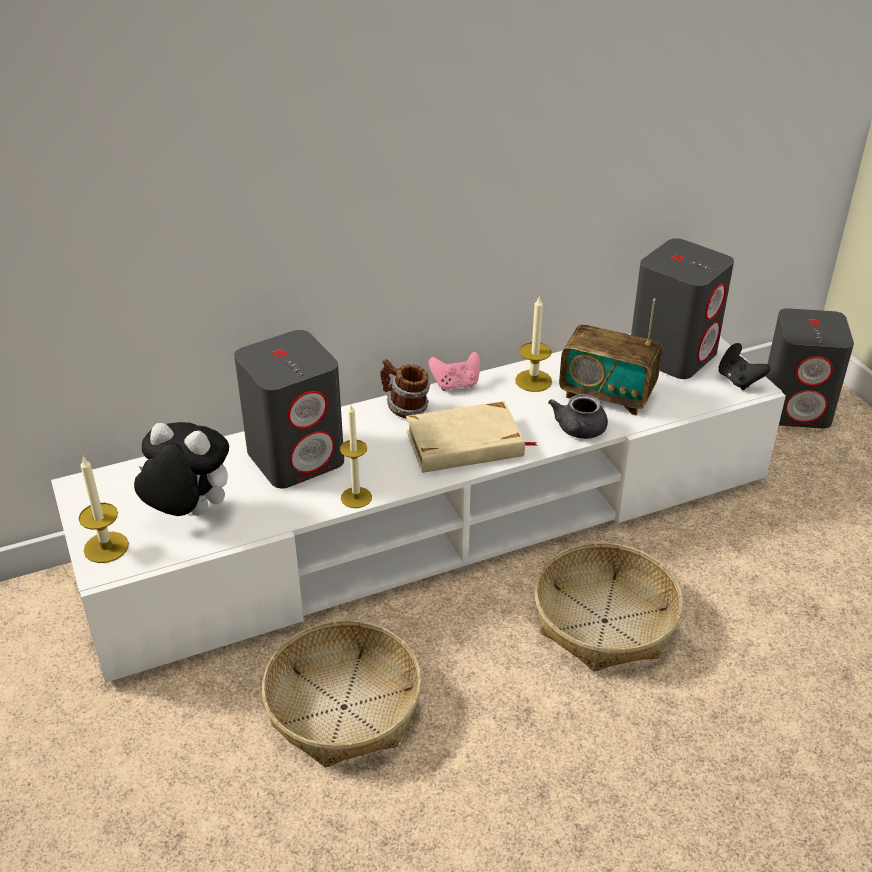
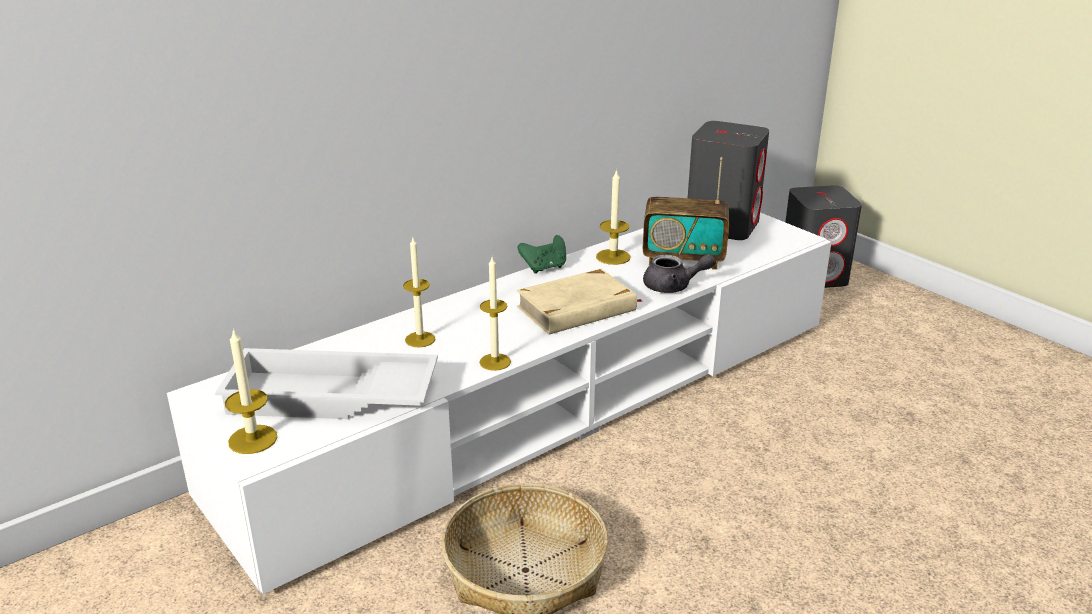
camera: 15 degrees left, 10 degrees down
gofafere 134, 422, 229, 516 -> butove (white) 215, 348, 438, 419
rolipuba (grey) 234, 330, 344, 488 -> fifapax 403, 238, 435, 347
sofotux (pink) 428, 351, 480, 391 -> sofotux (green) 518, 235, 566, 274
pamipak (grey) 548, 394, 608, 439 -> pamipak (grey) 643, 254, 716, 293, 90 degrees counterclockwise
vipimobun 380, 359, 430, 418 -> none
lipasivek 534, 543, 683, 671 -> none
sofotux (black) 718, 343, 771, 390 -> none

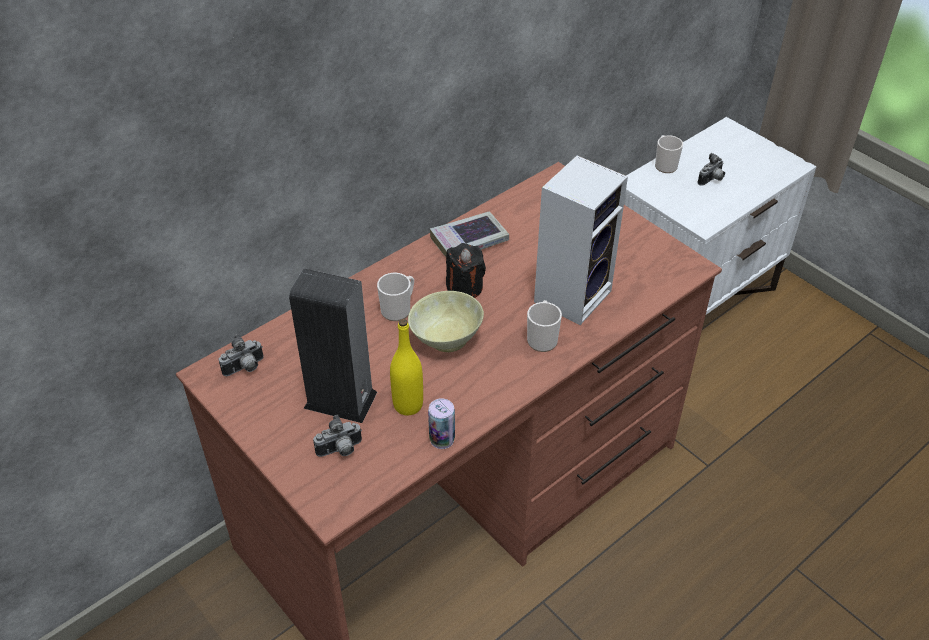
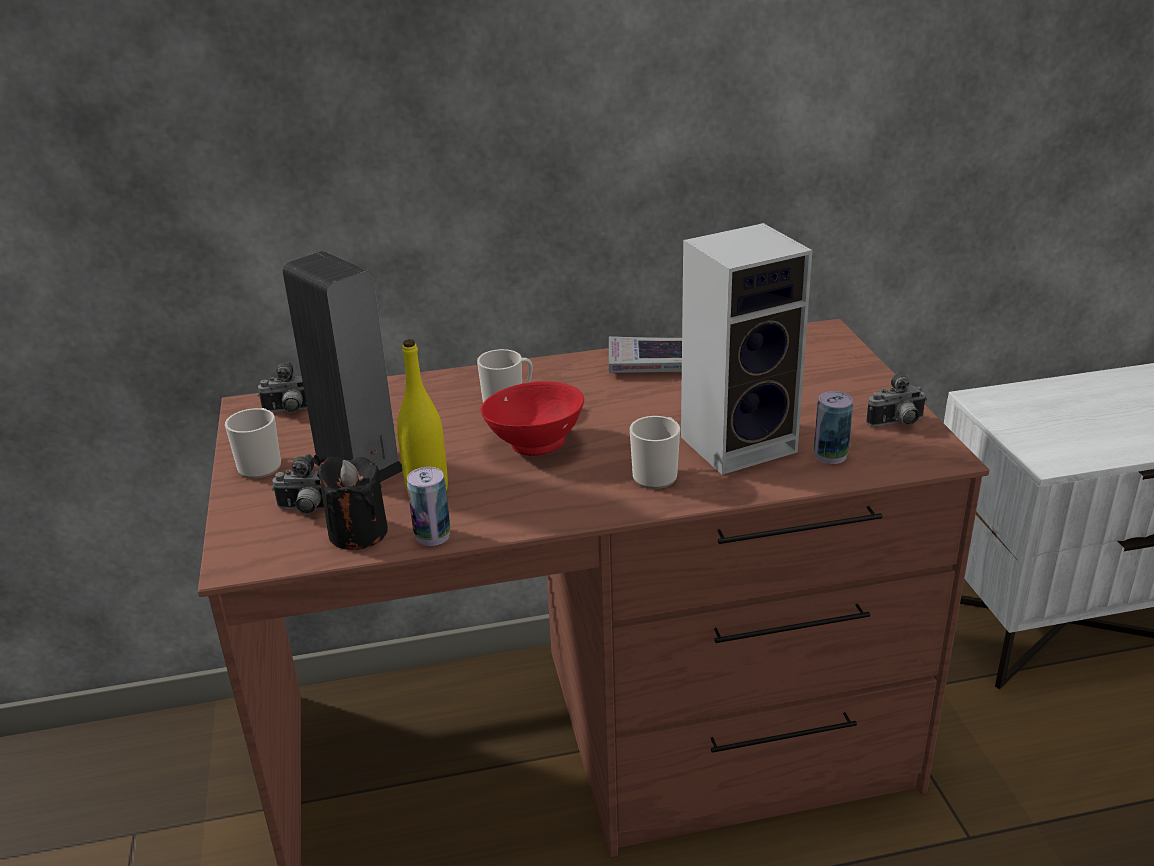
camera: 30 degrees right, 15 degrees down
vipimobun 655, 135, 683, 173 -> vipimobun 225, 408, 281, 479, shifted
fifapax (black) 446, 243, 486, 298 -> fifapax (black) 317, 457, 388, 550, shifted
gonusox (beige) 408, 291, 484, 352 -> gonusox (red) 481, 381, 584, 456
none -> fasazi 814, 391, 853, 464
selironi 698, 153, 725, 186 -> selironi 866, 371, 927, 427, shifted

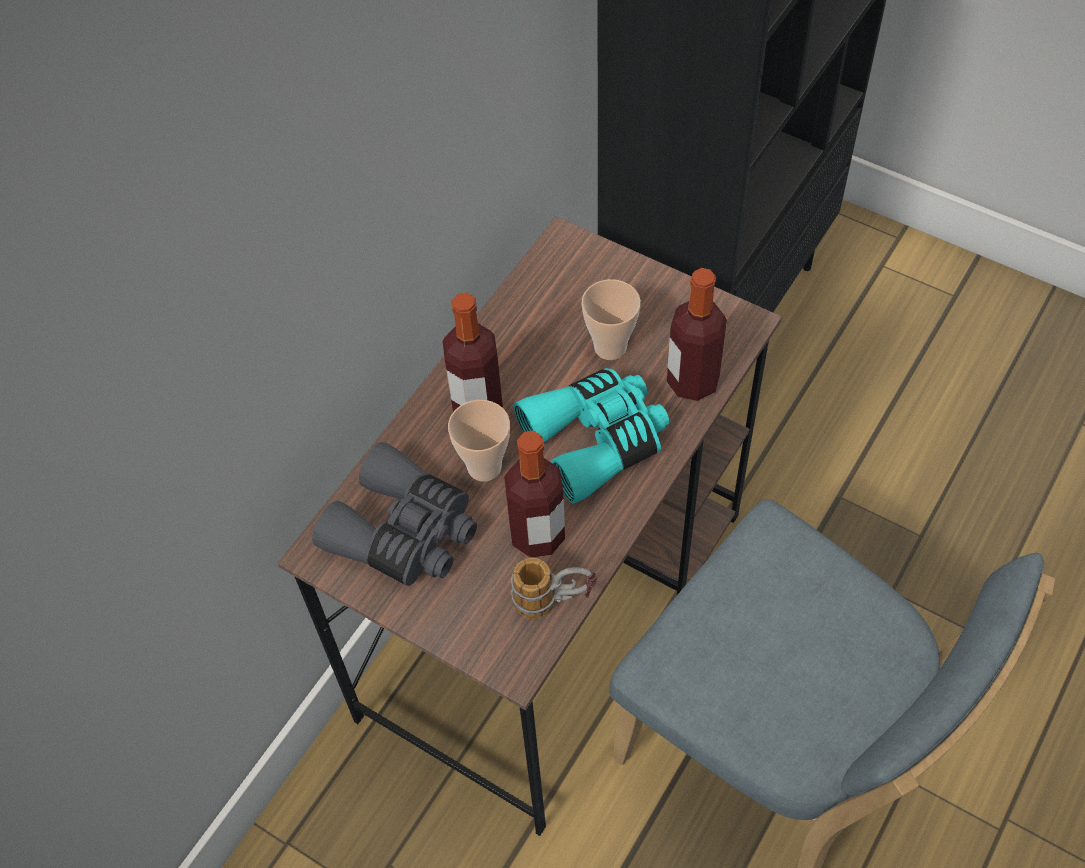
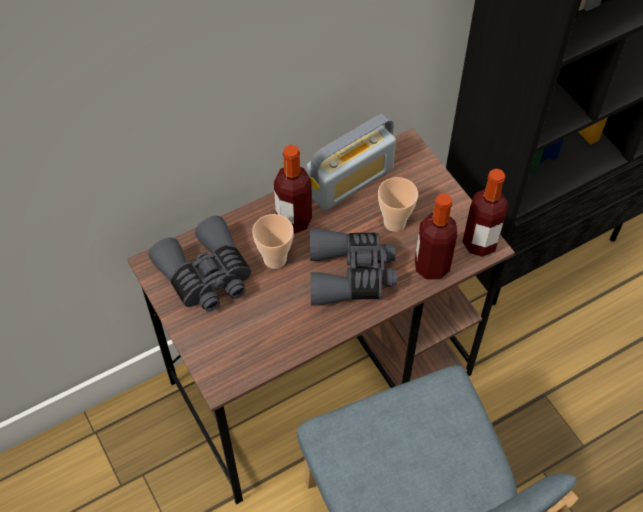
camera: 25 degrees right, 0 degrees up
none -> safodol 307, 114, 396, 211
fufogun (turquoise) 514, 368, 669, 504 -> fufogun (grey) 310, 228, 397, 306
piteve 504, 431, 565, 557 -> piteve 463, 169, 509, 257, shifted
vipimobun 511, 557, 597, 619 -> none

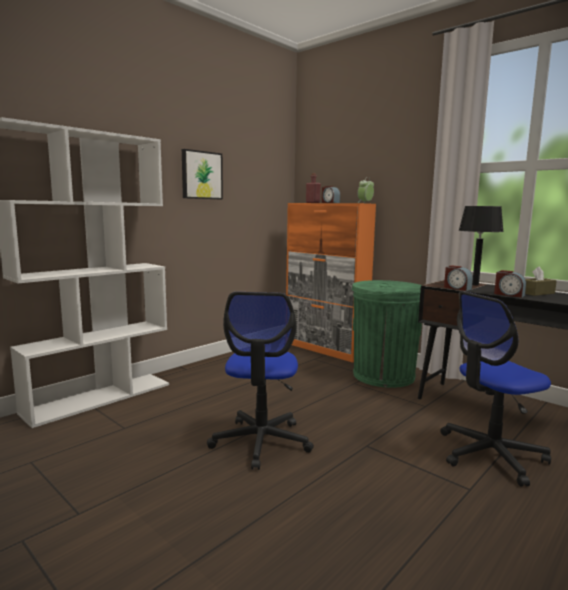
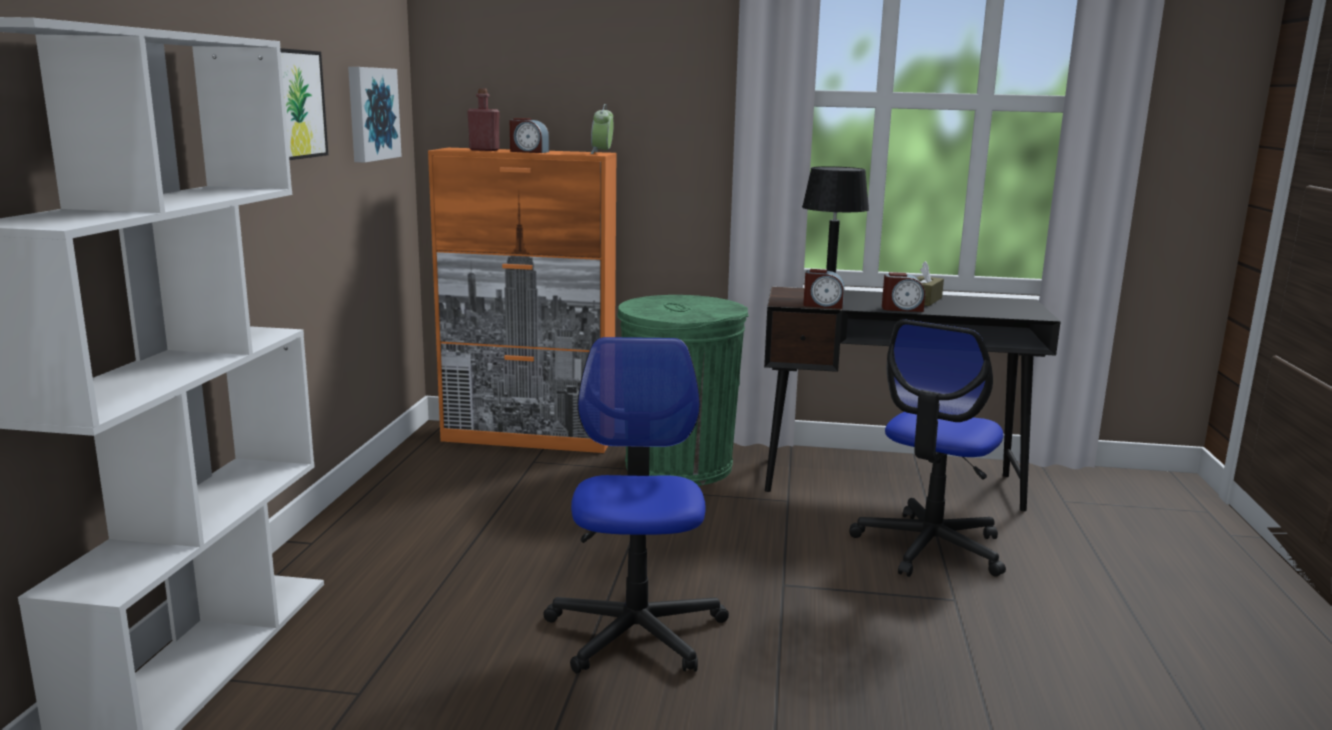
camera: 35 degrees left, 5 degrees up
none -> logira 348, 67, 402, 163
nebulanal 207, 292, 314, 470 -> nebulanal 543, 337, 729, 674, 150 degrees counterclockwise

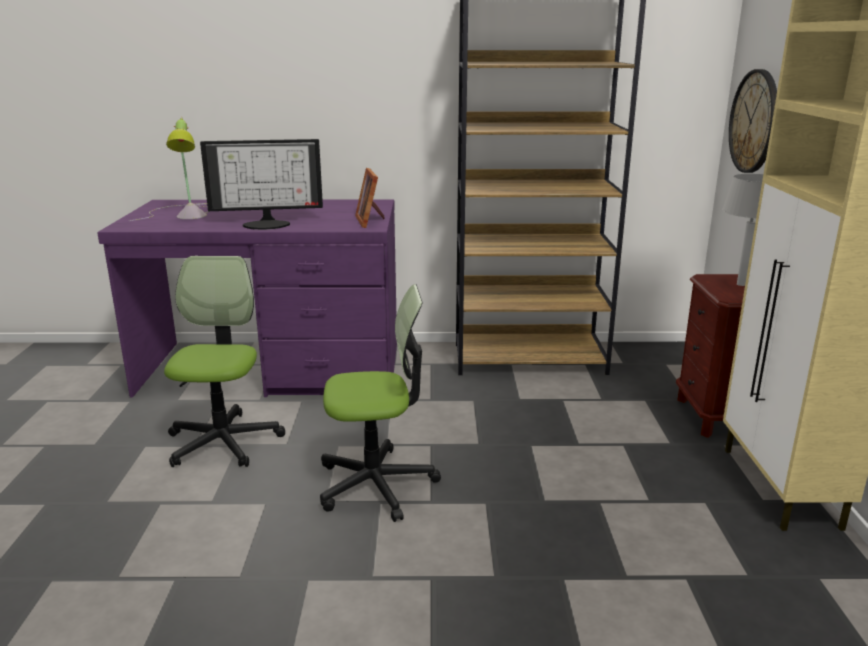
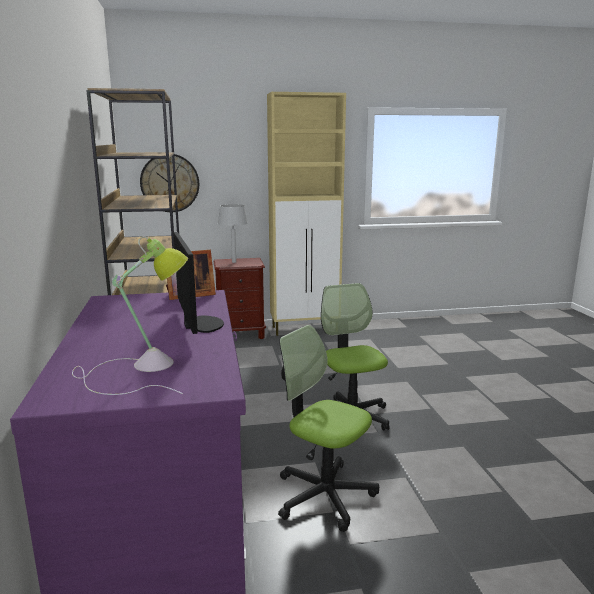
camera: 100 degrees left, 5 degrees down
nebulanal 164, 256, 285, 467 -> nebulanal 278, 325, 379, 532, 45 degrees clockwise

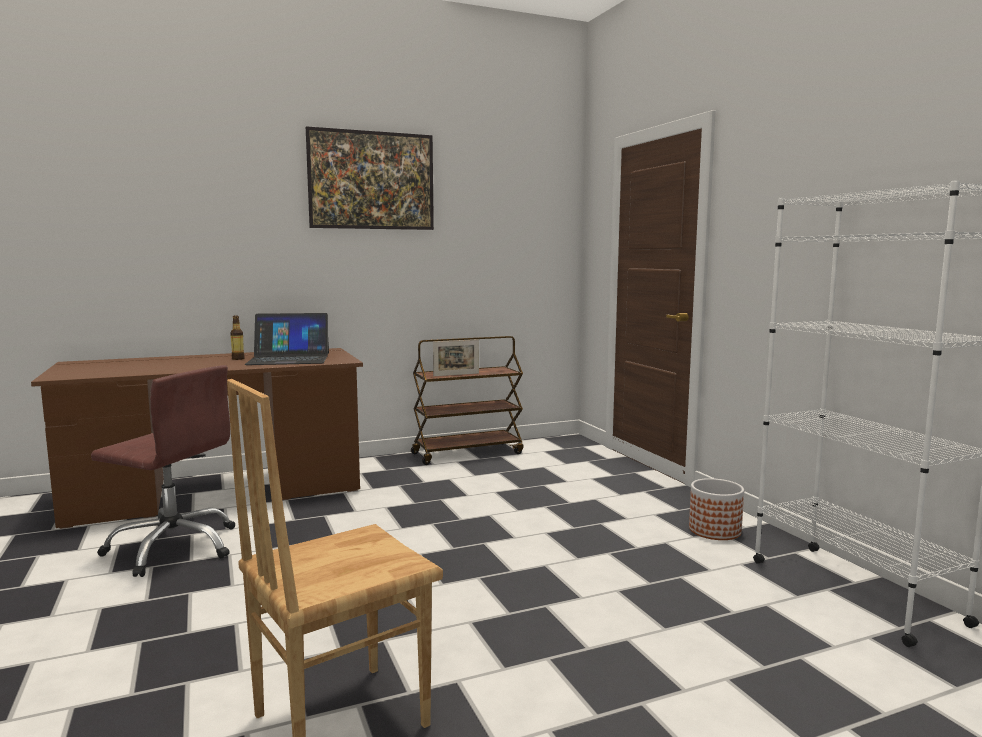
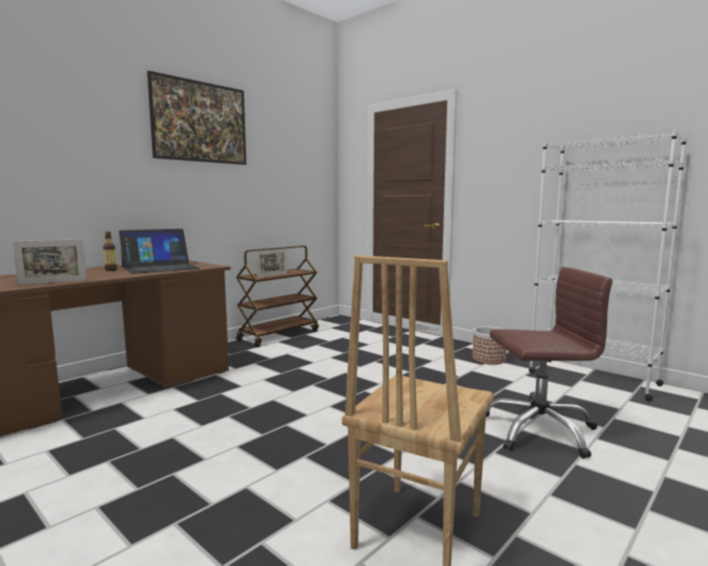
camera: 25 degrees left, 0 degrees up
none -> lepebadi 13, 239, 87, 285
nebulanal (brown) 91, 365, 235, 577 -> nebulanal (brown) 486, 267, 613, 459, shifted

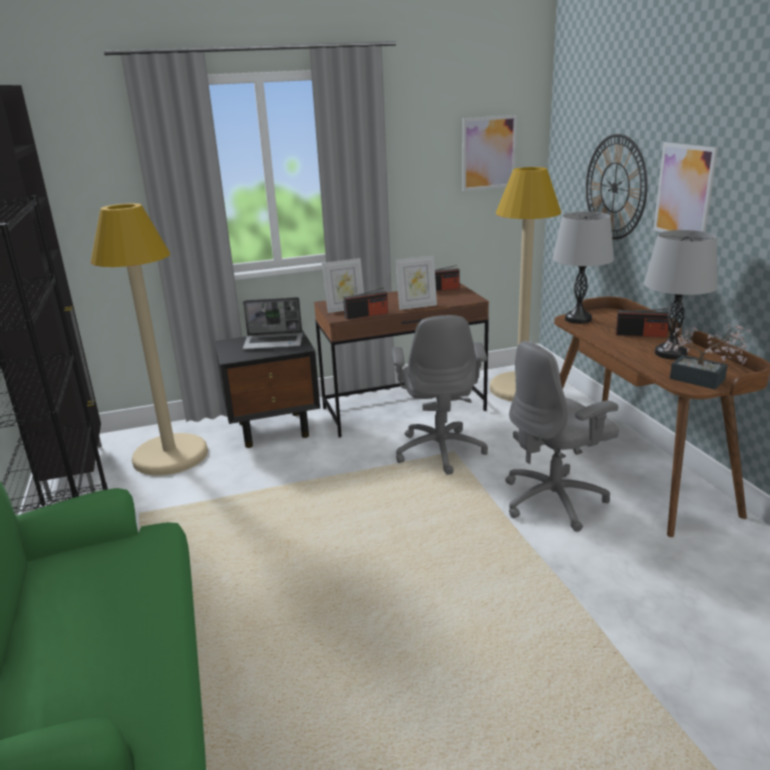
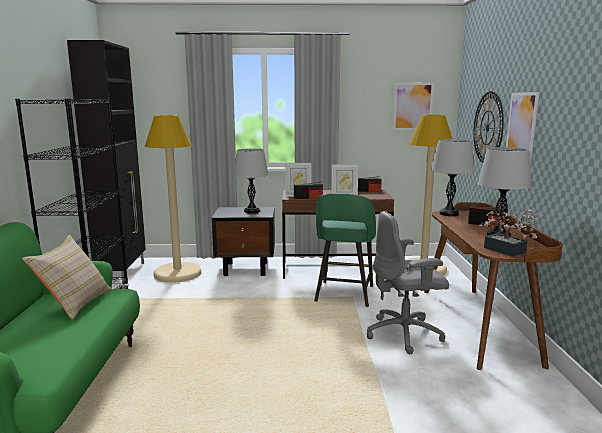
camera: 15 degrees right, 10 degrees down
none -> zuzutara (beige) 22, 235, 112, 320
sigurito 243, 297, 303, 350 -> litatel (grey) 234, 148, 269, 213
nebulanal (grey) 392, 315, 488, 474 -> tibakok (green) 314, 193, 376, 307

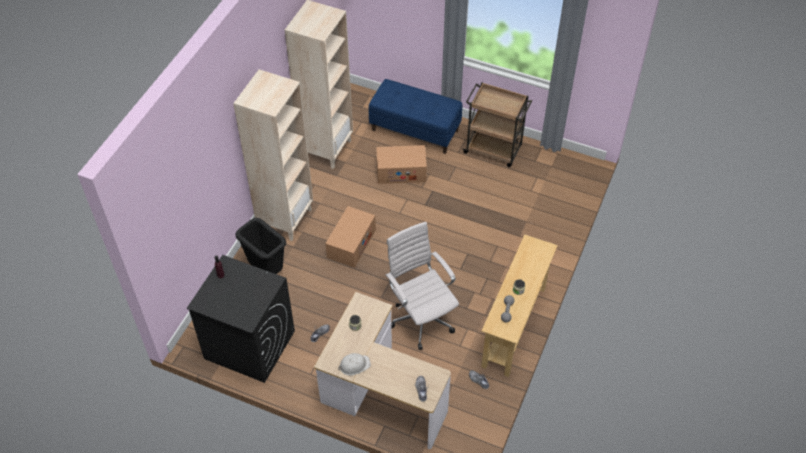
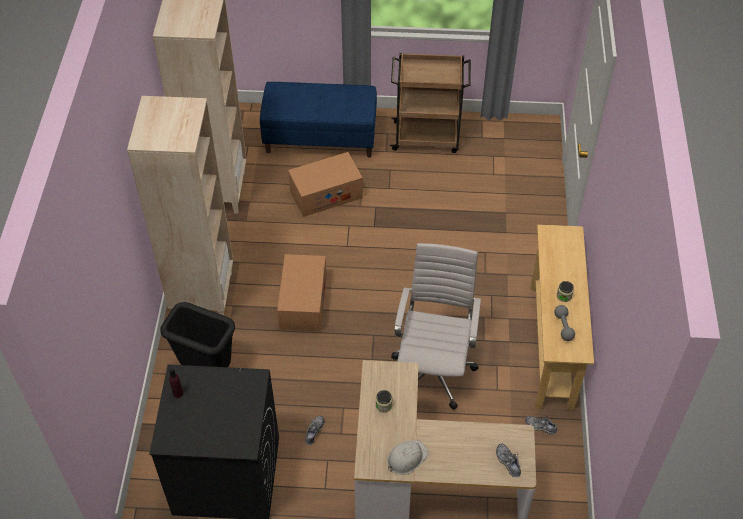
camera: 20 degrees left, 0 degrees up
nebulanal (white) 385, 222, 459, 350 -> nebulanal (white) 391, 243, 481, 410, 60 degrees clockwise

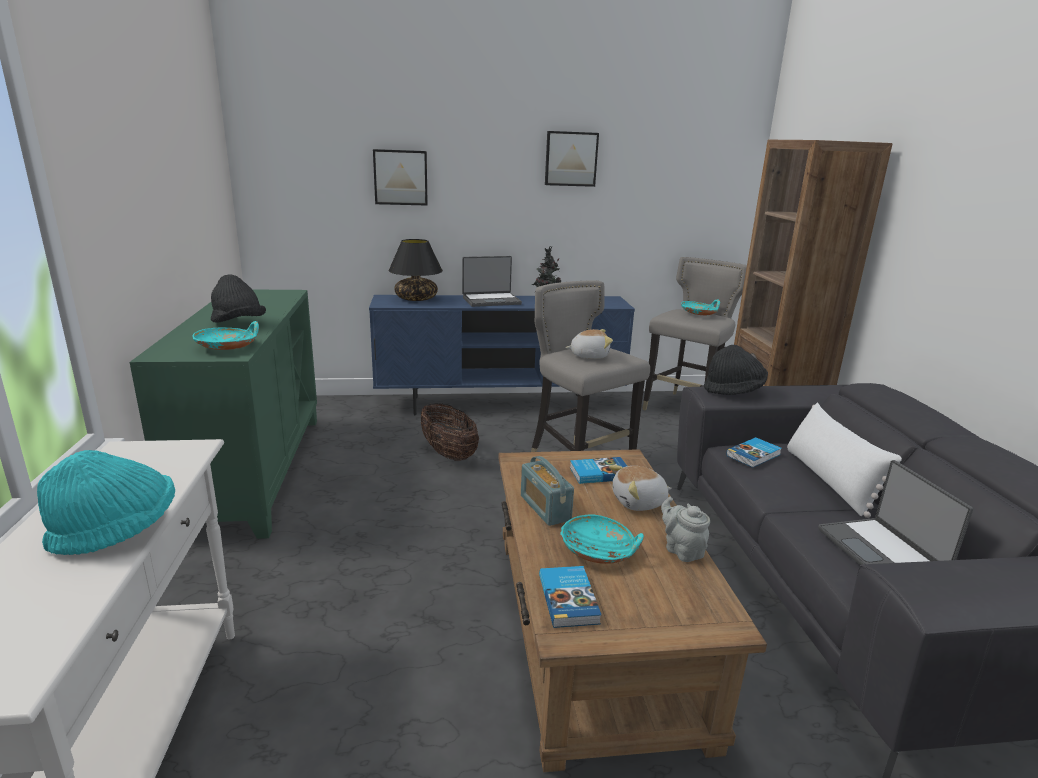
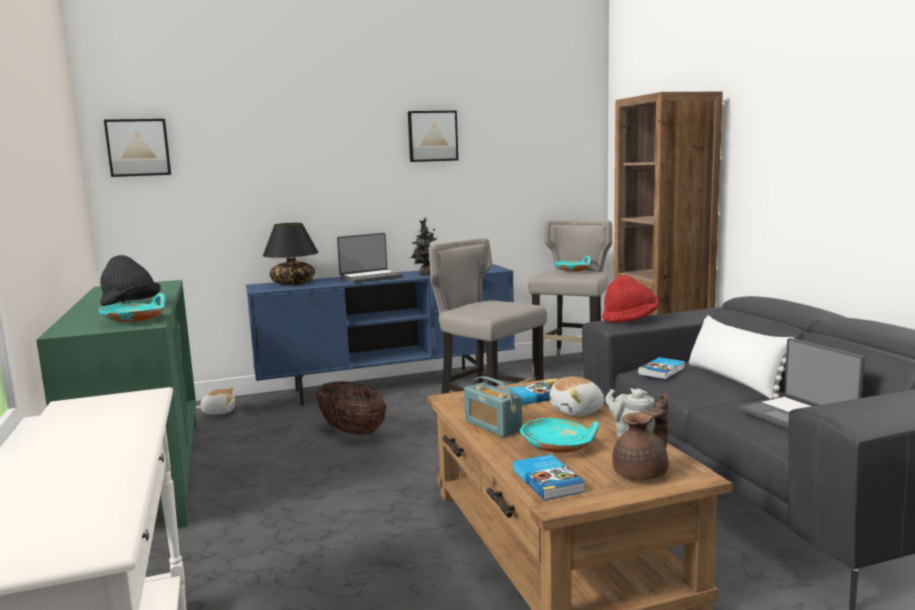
camera: 10 degrees left, 10 degrees down
logira 373, 149, 428, 206 -> logira 104, 119, 171, 177, shifted
gofafere 566, 329, 613, 359 -> gofafere 196, 387, 235, 415, shifted
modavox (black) 704, 345, 768, 395 -> modavox (red) 602, 275, 658, 323
none -> pamipak (brown) 612, 394, 669, 480
modavox (turquoise) 37, 450, 175, 555 -> none

